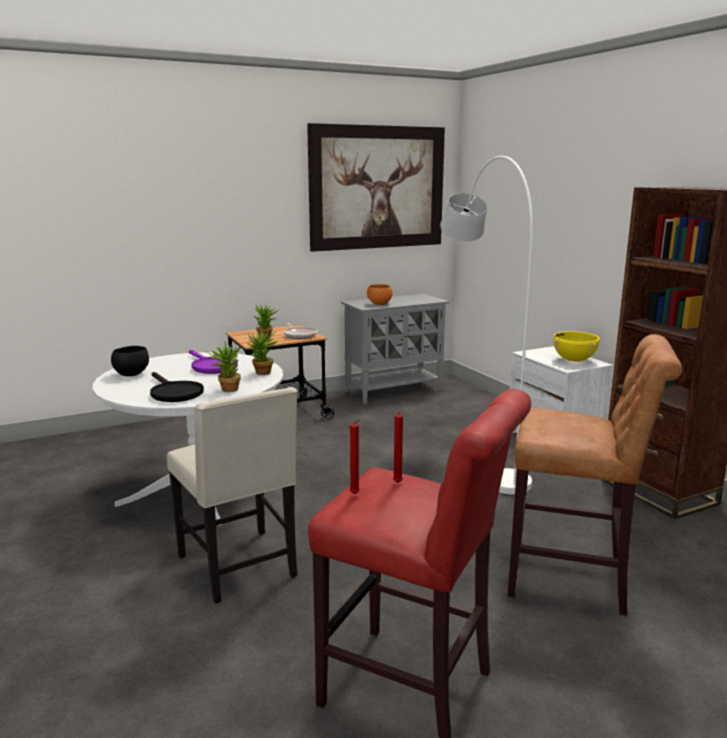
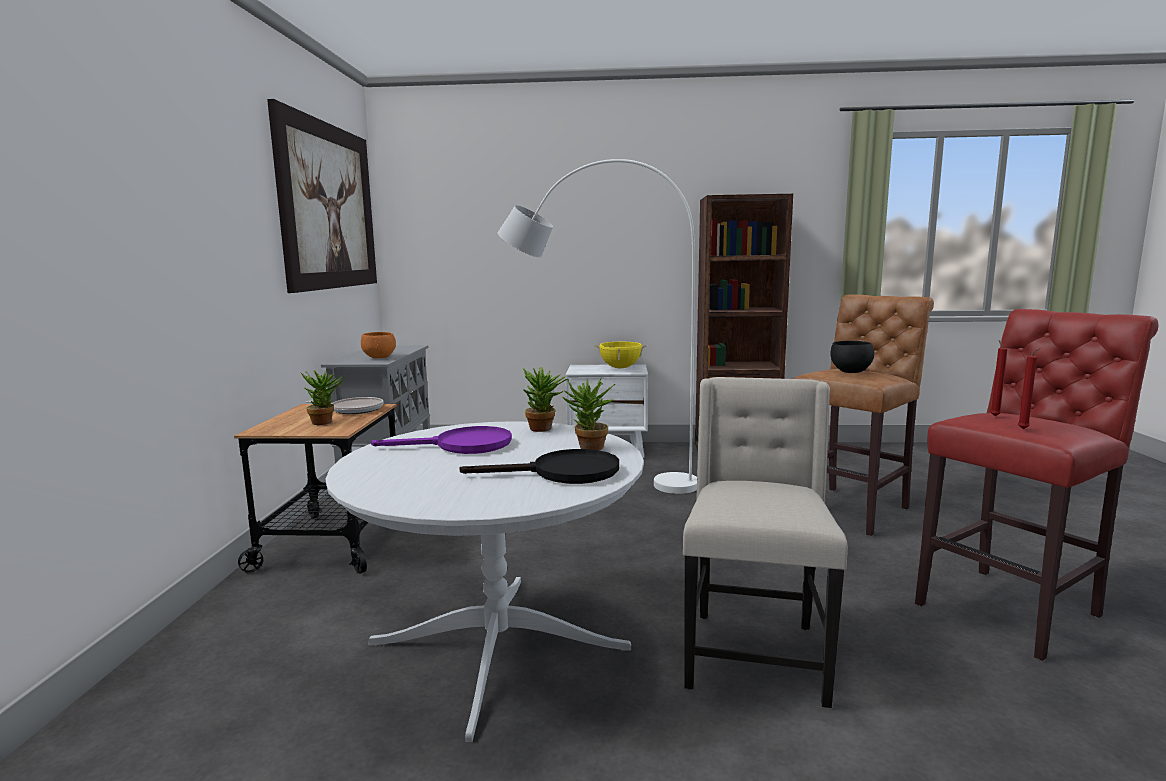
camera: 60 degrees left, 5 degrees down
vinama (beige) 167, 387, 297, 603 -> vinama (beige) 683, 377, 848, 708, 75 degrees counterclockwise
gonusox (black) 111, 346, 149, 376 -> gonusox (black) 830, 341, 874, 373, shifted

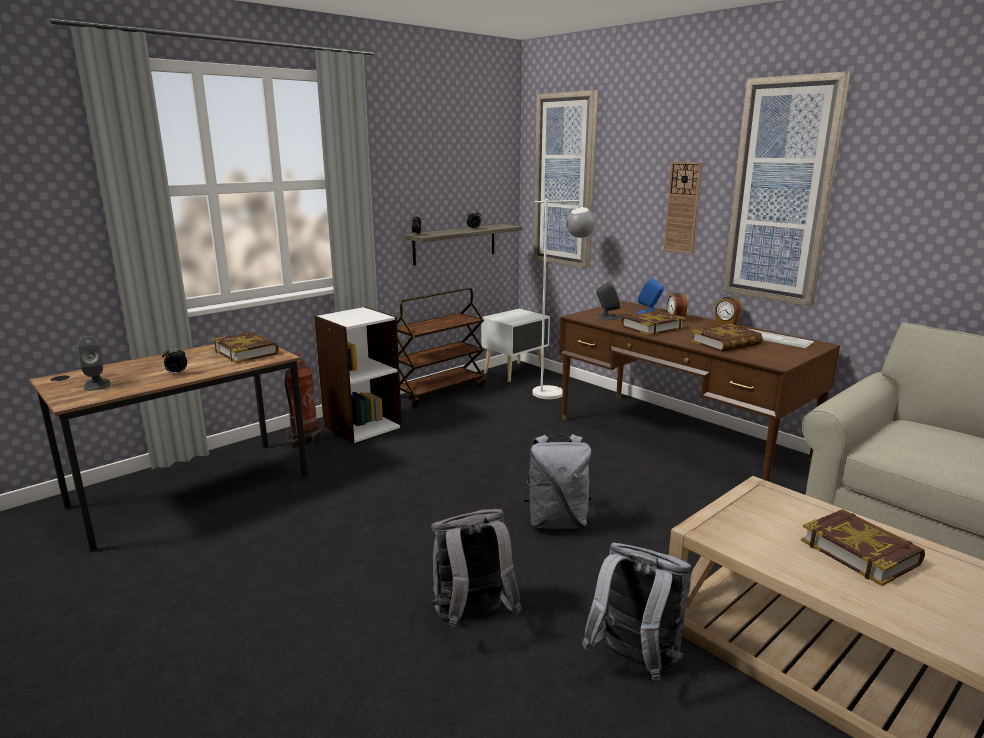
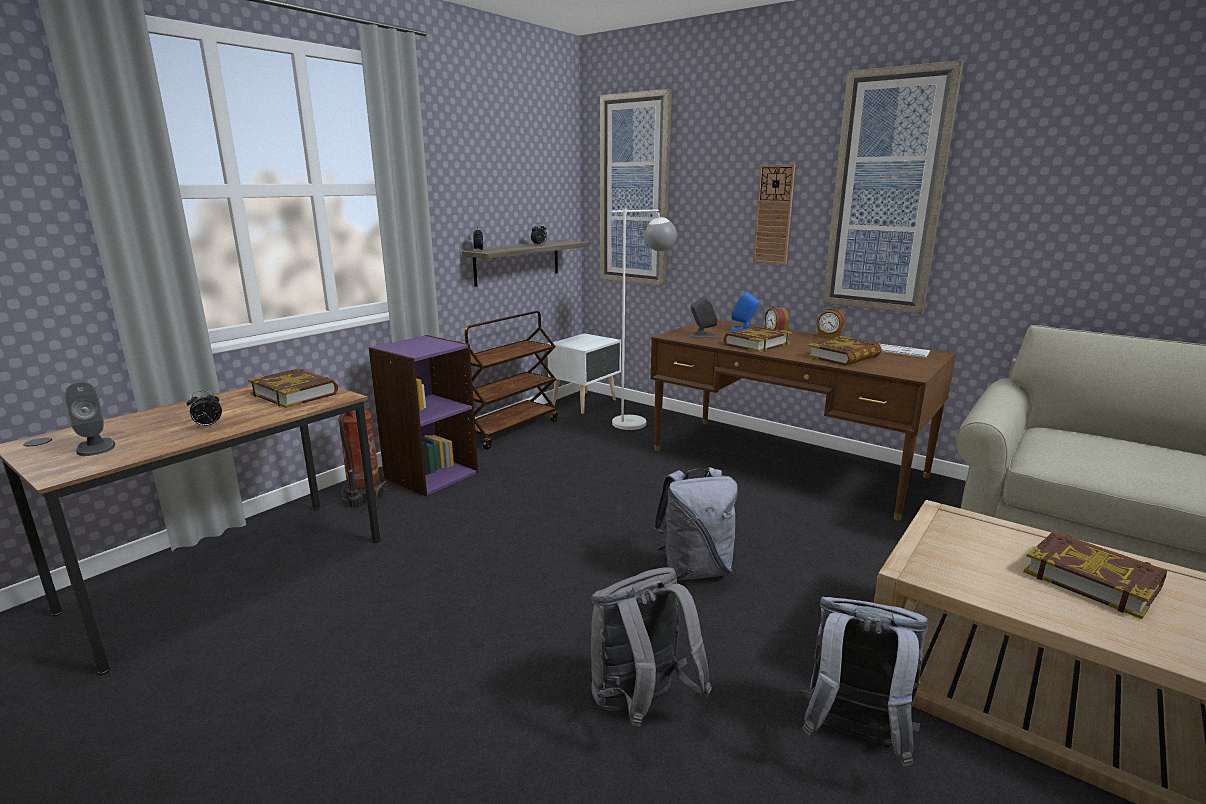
camera: 10 degrees left, 0 degrees up
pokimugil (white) 314, 307, 402, 444 -> pokimugil (purple) 369, 335, 478, 496

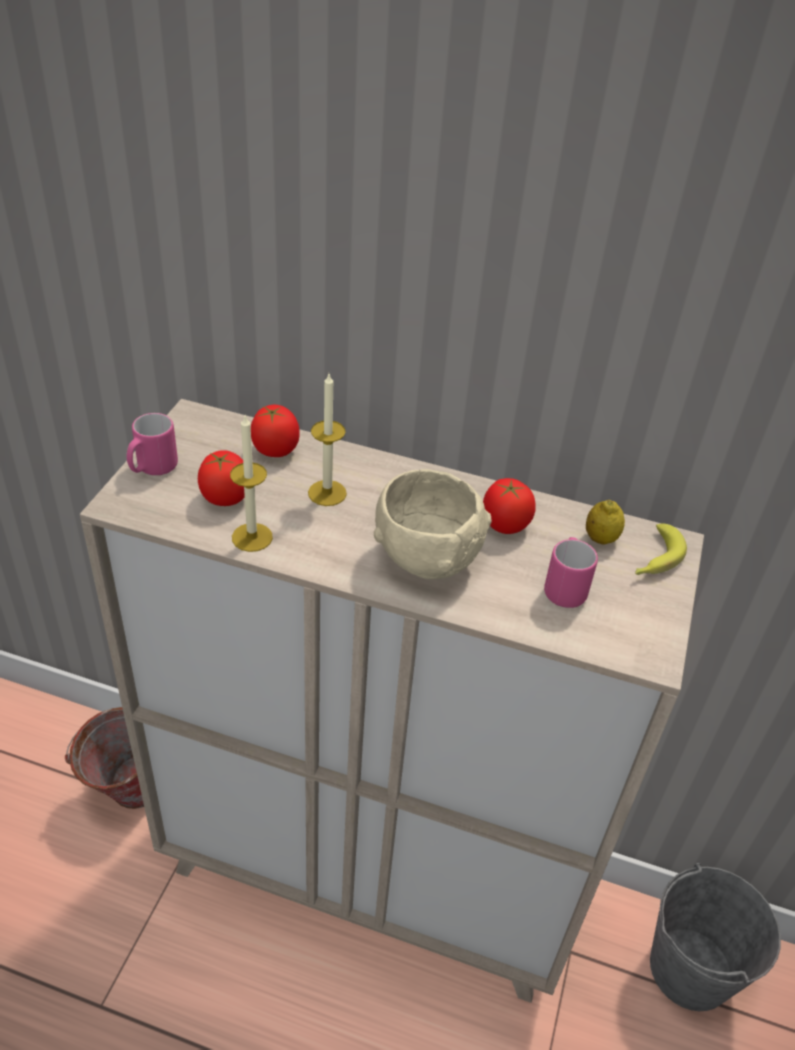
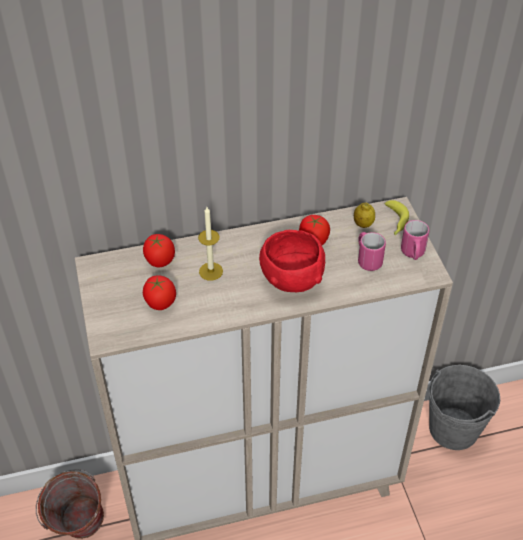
camera: 30 degrees left, 5 degrees up
gonusox (beige) 374, 469, 492, 579 -> gonusox (red) 259, 230, 325, 292
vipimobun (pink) 126, 413, 178, 475 -> vipimobun (pink) 401, 220, 429, 260, shifted
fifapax 230, 416, 273, 552 -> none

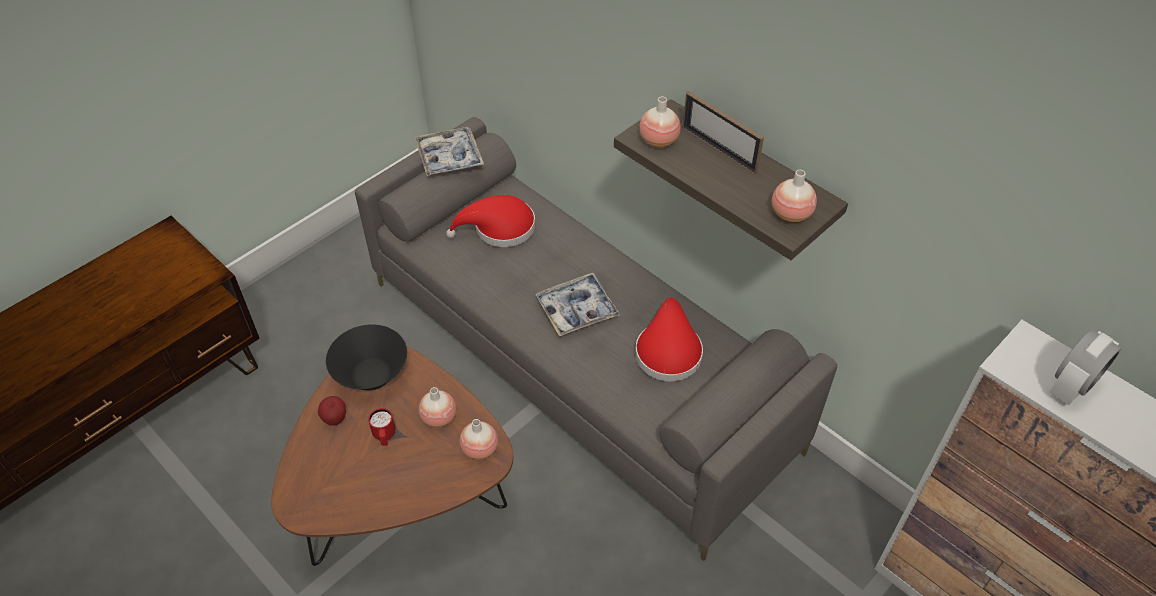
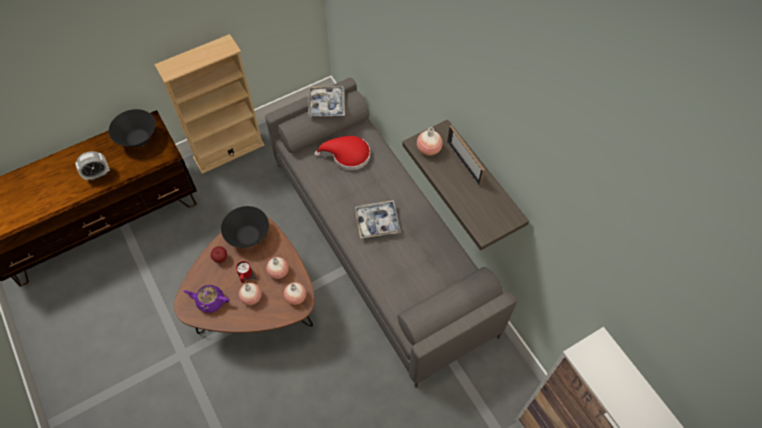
camera: 15 degrees right, 10 degrees up
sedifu 1050, 330, 1121, 405 -> sedifu 75, 151, 110, 180, shifted
none -> gonusox (black) 109, 109, 156, 147
none -> pokimugil (beige) 154, 34, 265, 174
none -> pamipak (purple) 183, 285, 229, 313
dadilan 772, 170, 817, 222 -> dadilan 239, 283, 262, 305, shifted
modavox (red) 635, 297, 703, 381 -> none

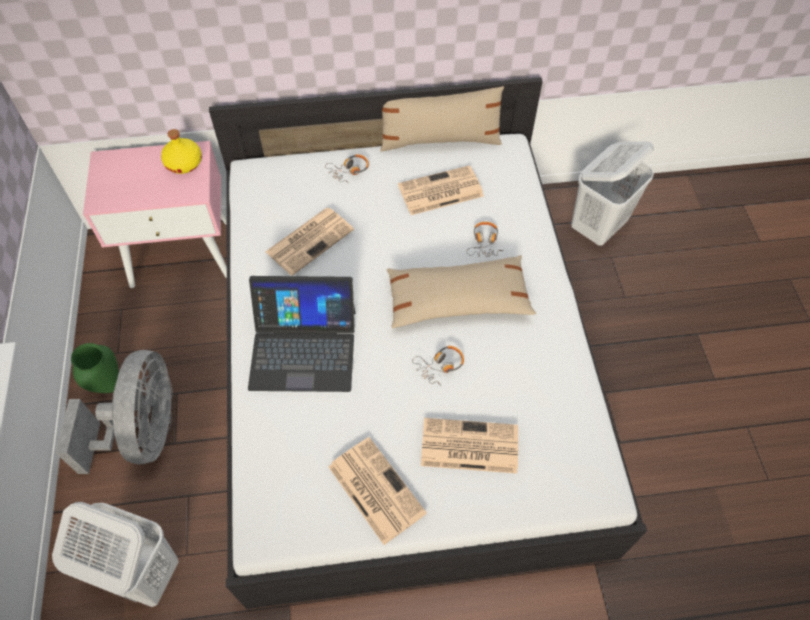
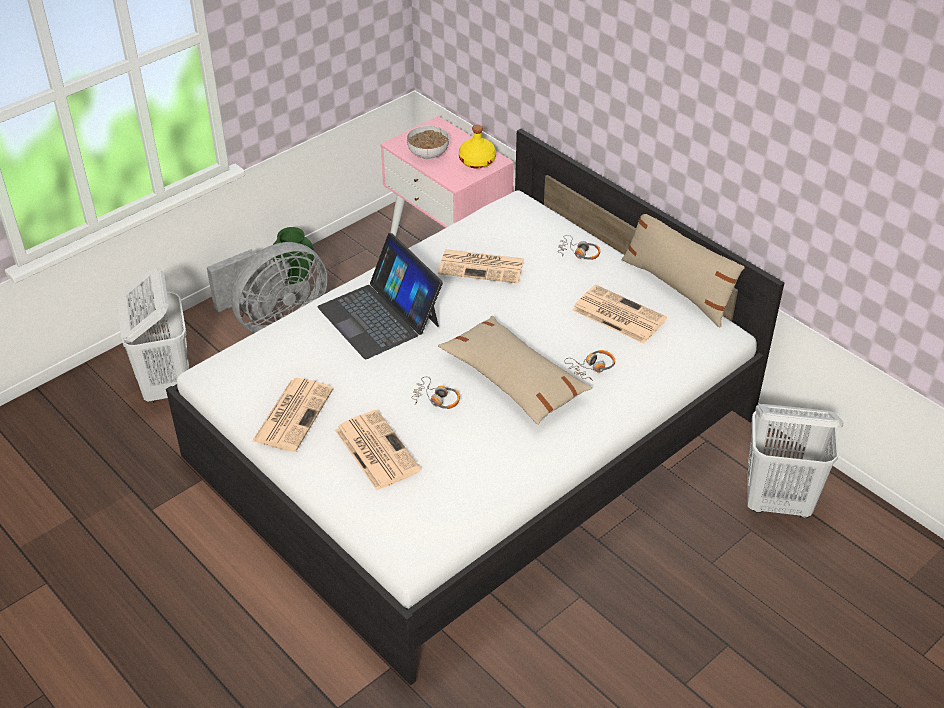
camera: 55 degrees right, 15 degrees down
none -> gonusox 407, 126, 449, 159

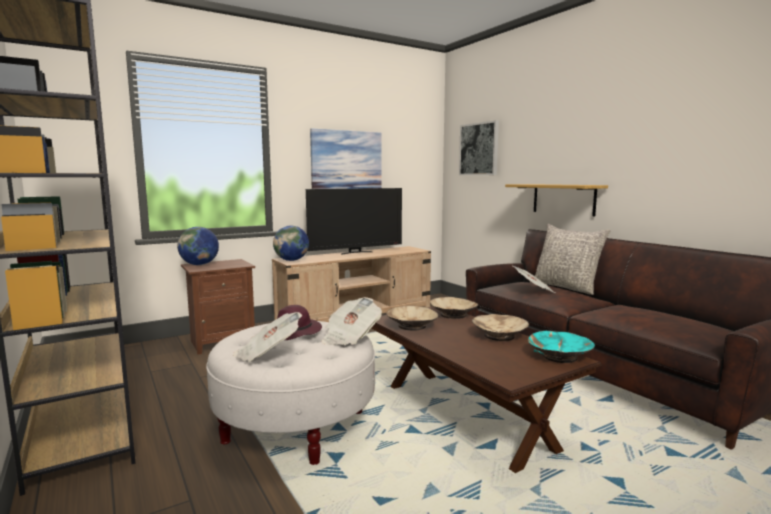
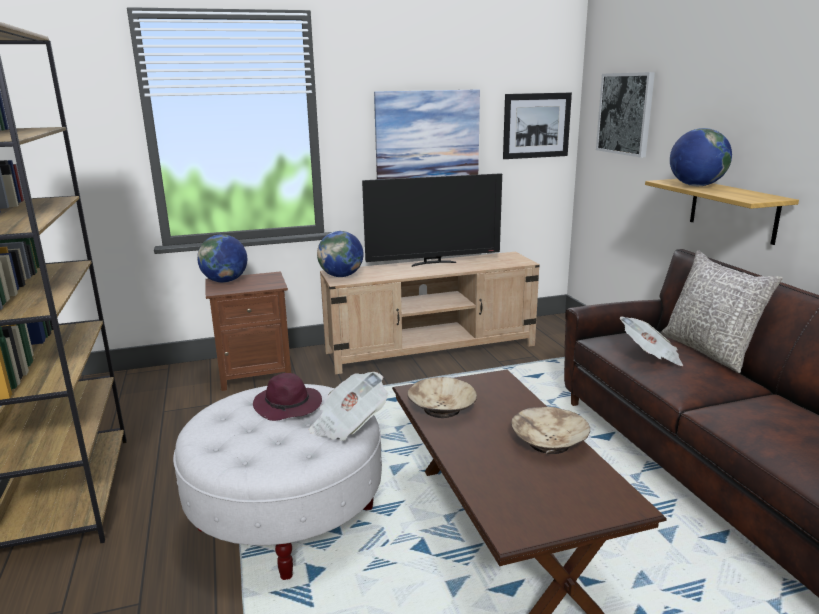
camera: 15 degrees right, 10 degrees up
none -> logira 503, 93, 572, 159
none -> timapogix 670, 128, 732, 186
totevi 233, 312, 302, 362 -> none
gonusox (beige) 430, 297, 478, 319 -> none
gonusox (turquoise) 528, 331, 595, 363 -> none

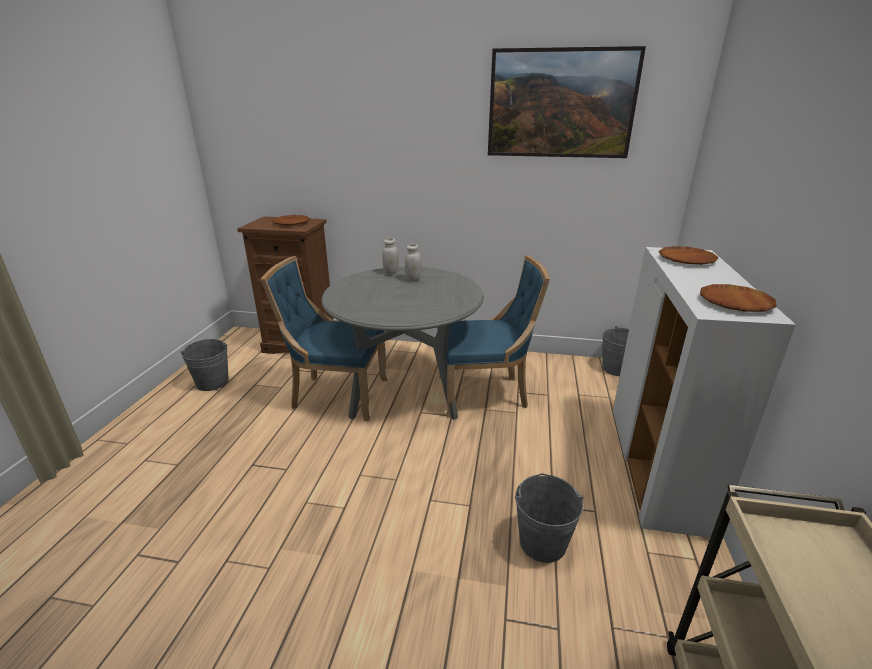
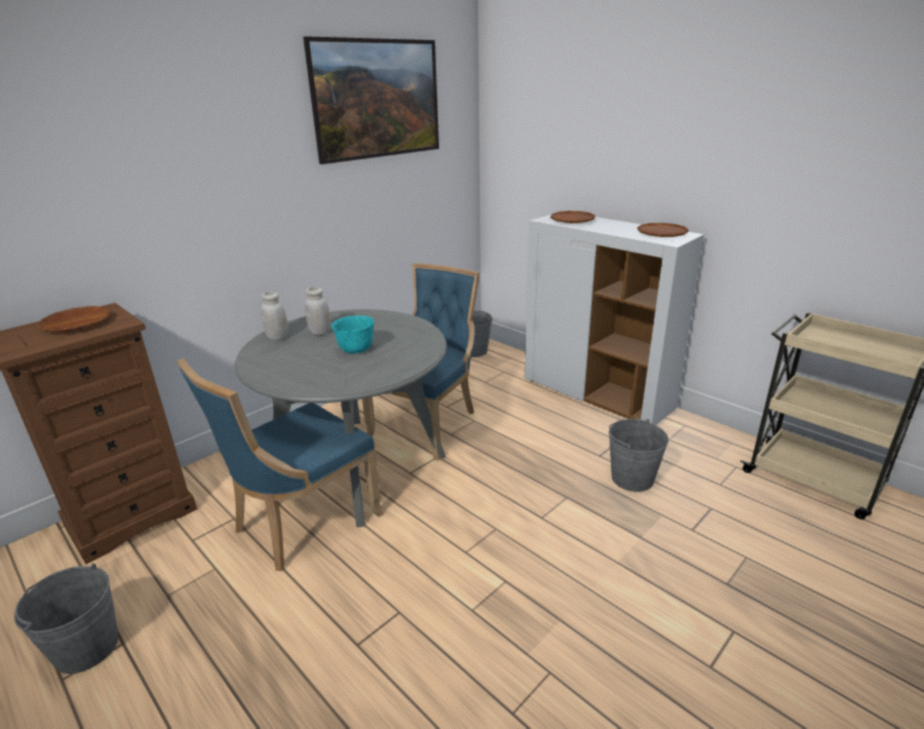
camera: 55 degrees left, 0 degrees up
none -> gonusox (turquoise) 331, 315, 374, 354

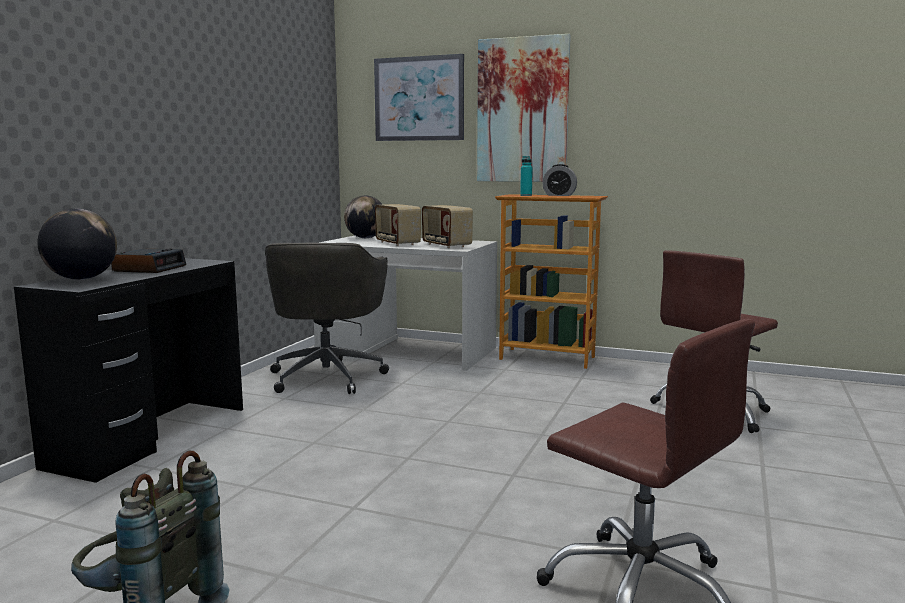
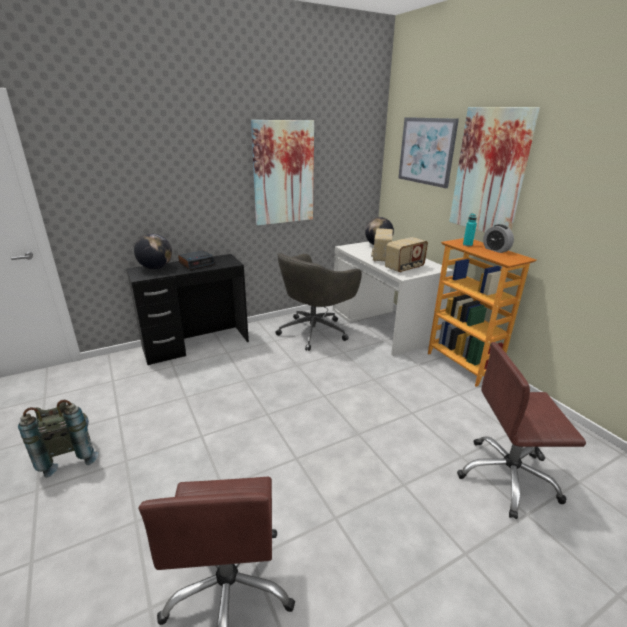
camera: 40 degrees right, 15 degrees up
none -> logira 251, 120, 314, 225
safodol 422, 205, 473, 248 -> safodol 385, 237, 428, 273, 135 degrees counterclockwise

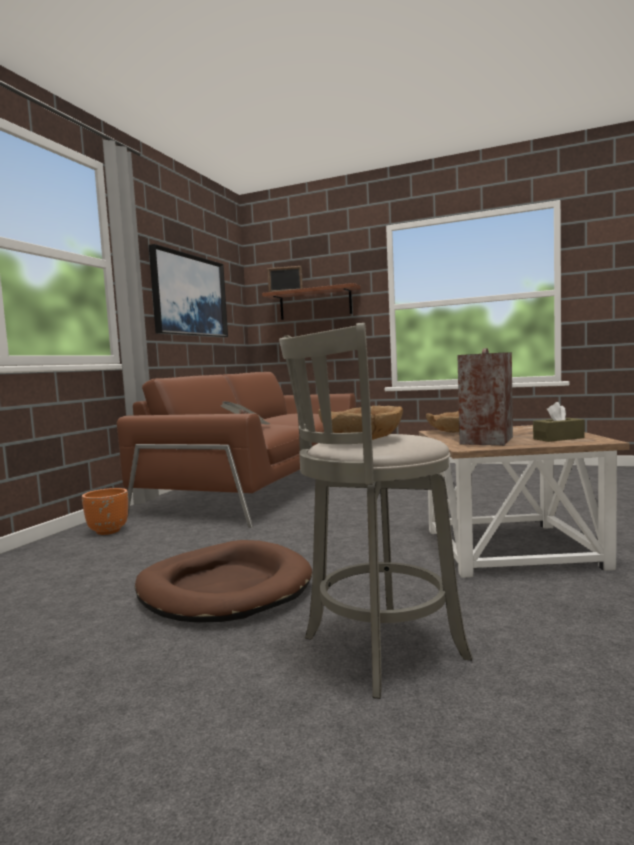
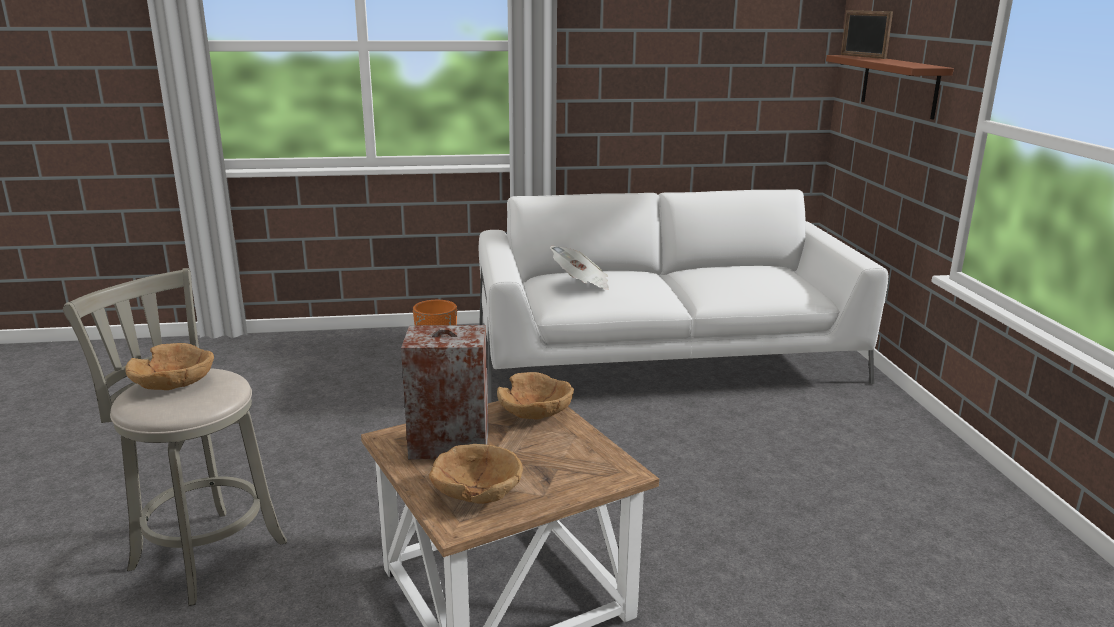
camera: 60 degrees right, 15 degrees up
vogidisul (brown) 533, 402, 584, 442 -> gonusox (brown) 429, 444, 523, 504
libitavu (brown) 117, 372, 356, 528 -> libitavu (white) 479, 189, 888, 403
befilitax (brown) 135, 540, 312, 623 -> none
logira 149, 244, 228, 338 -> none

